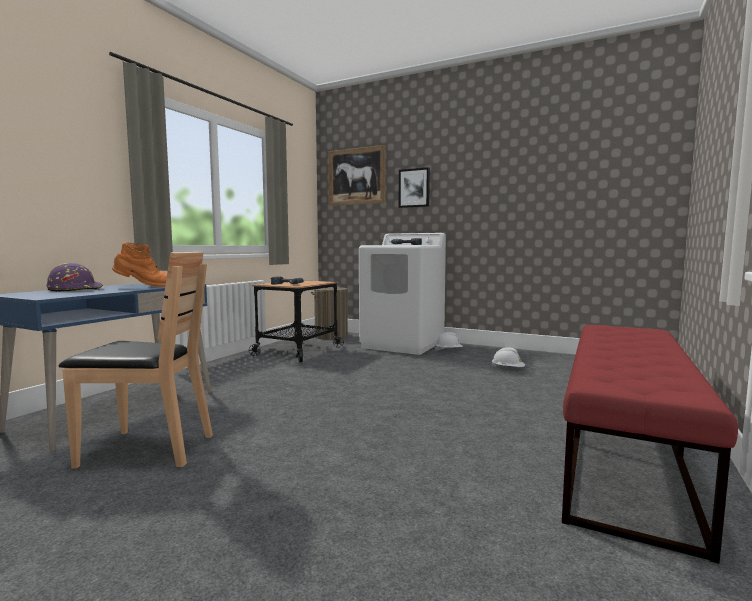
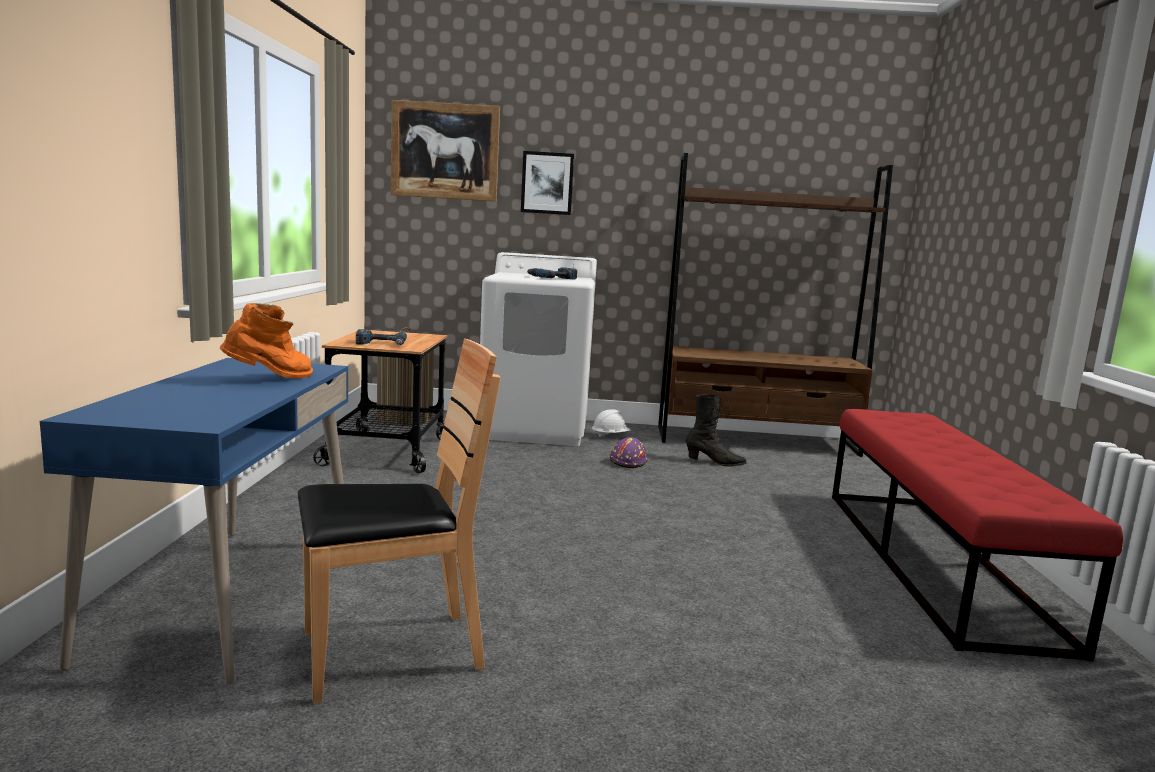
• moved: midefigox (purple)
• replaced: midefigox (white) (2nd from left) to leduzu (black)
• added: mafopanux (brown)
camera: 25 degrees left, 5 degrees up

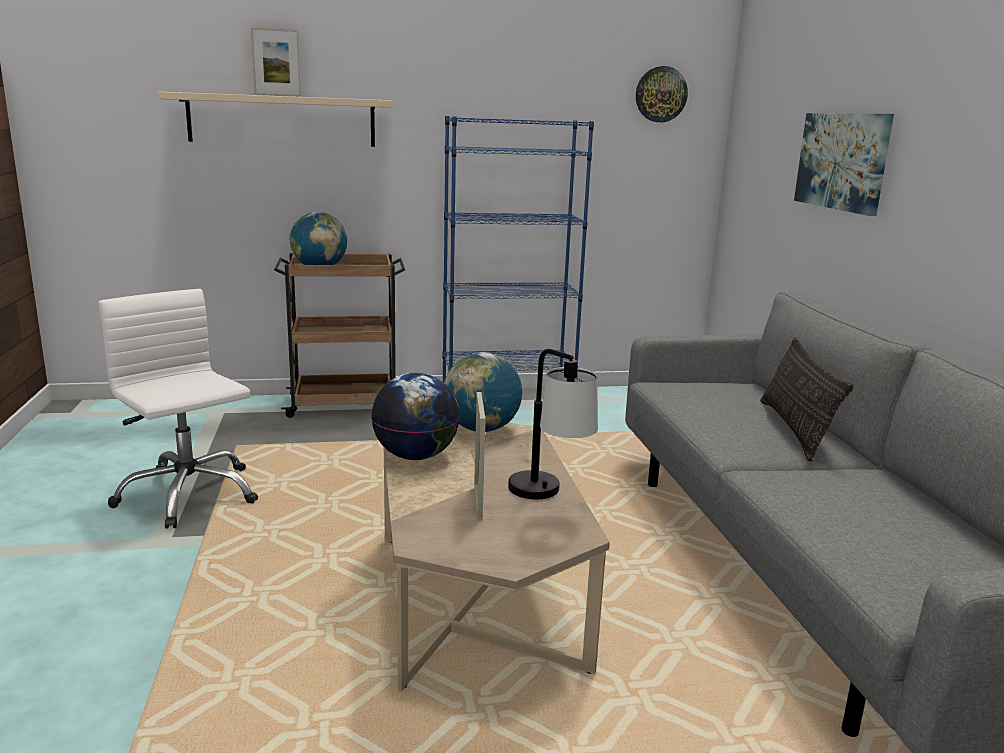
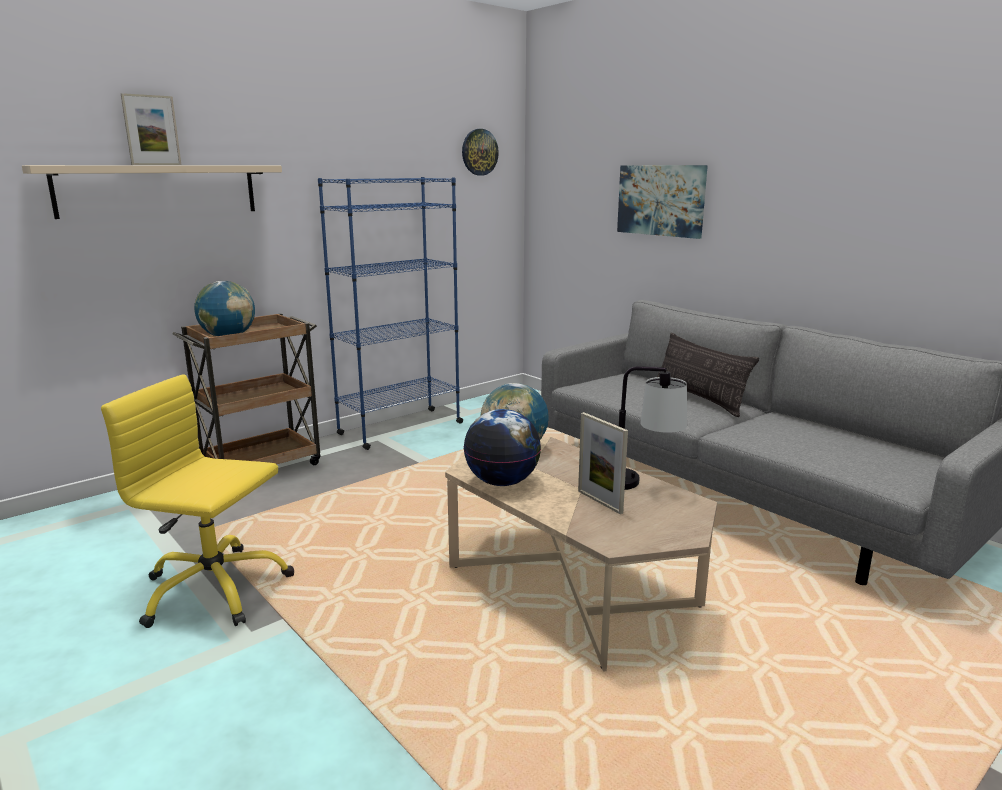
• recoloured: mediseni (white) to mediseni (yellow)
camera: 30 degrees left, 0 degrees up

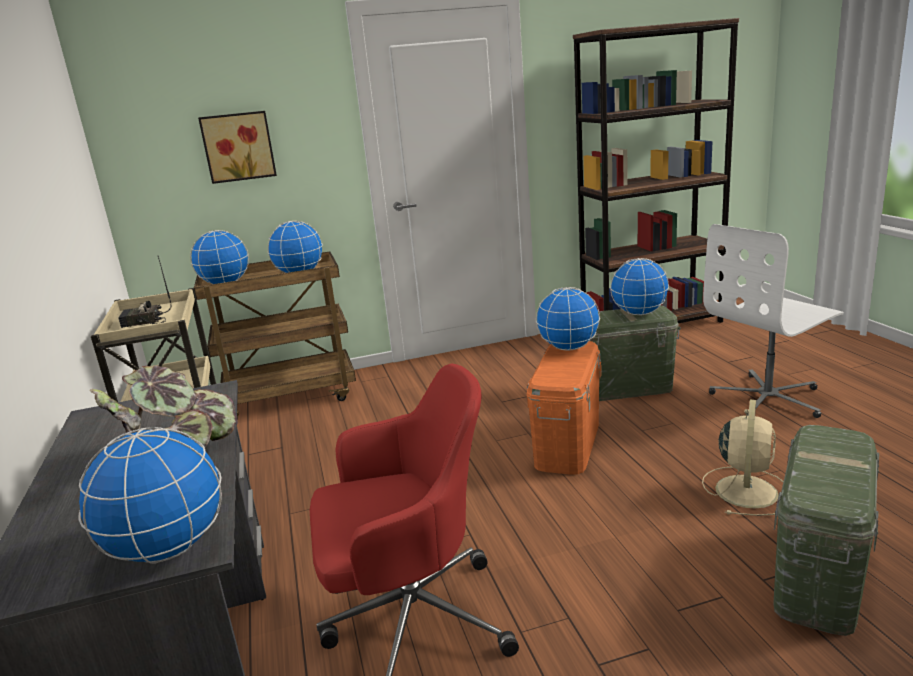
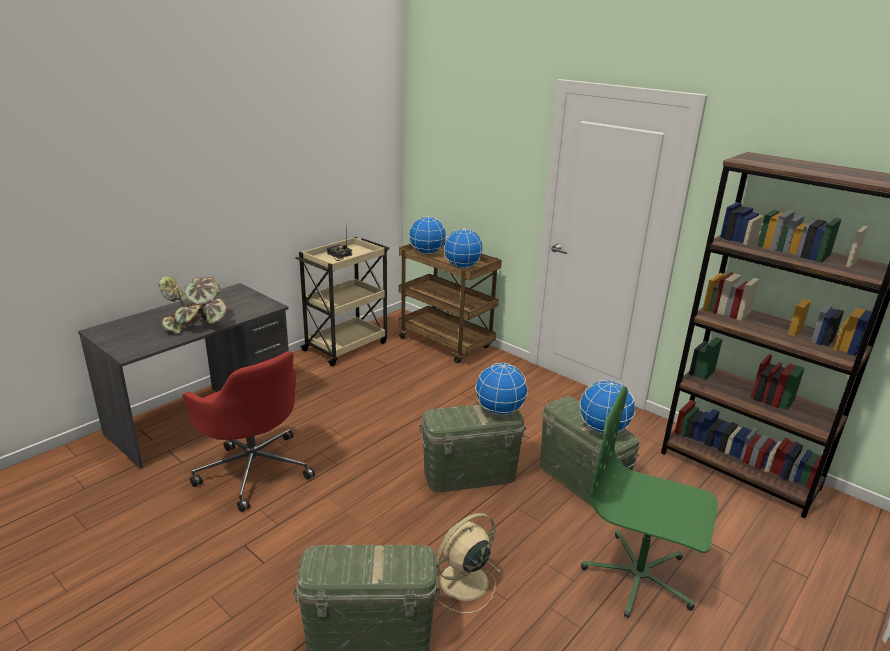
• removed: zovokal
• recoloured: mediseni (white) to mediseni (green)
• recoloured: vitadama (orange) to vitadama (green) (2nd from left)
• turned: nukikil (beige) 150 degrees clockwise
• removed: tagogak (1st from left)
camera: 55 degrees right, 5 degrees up

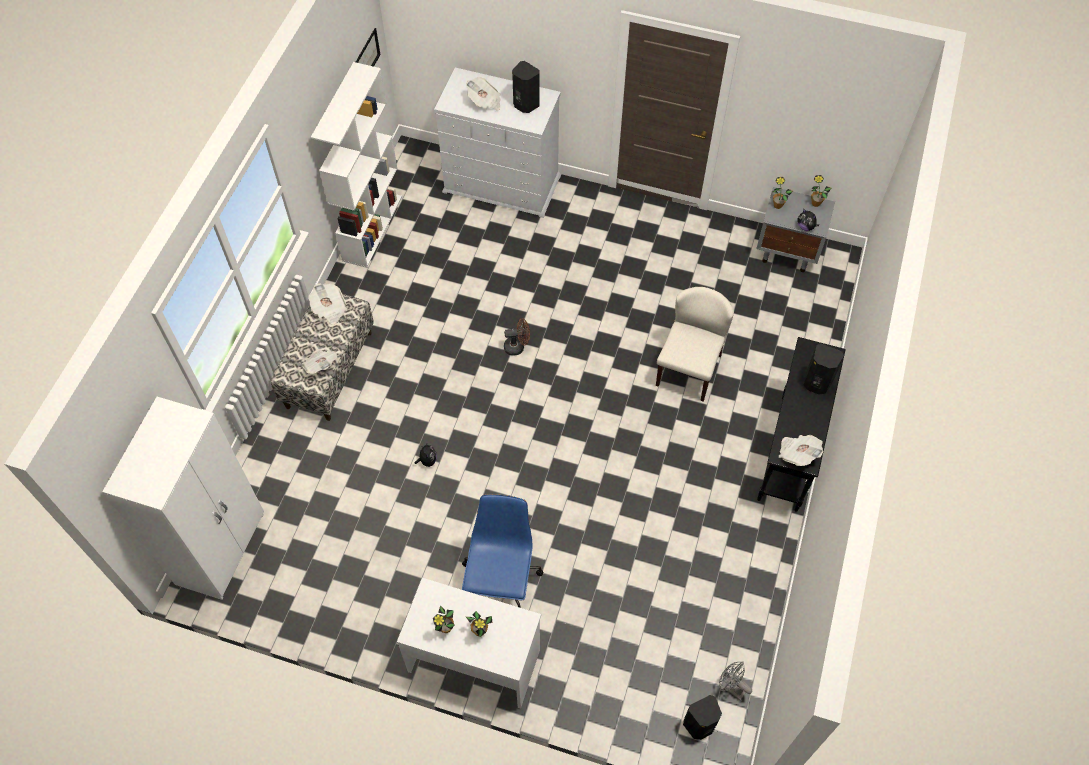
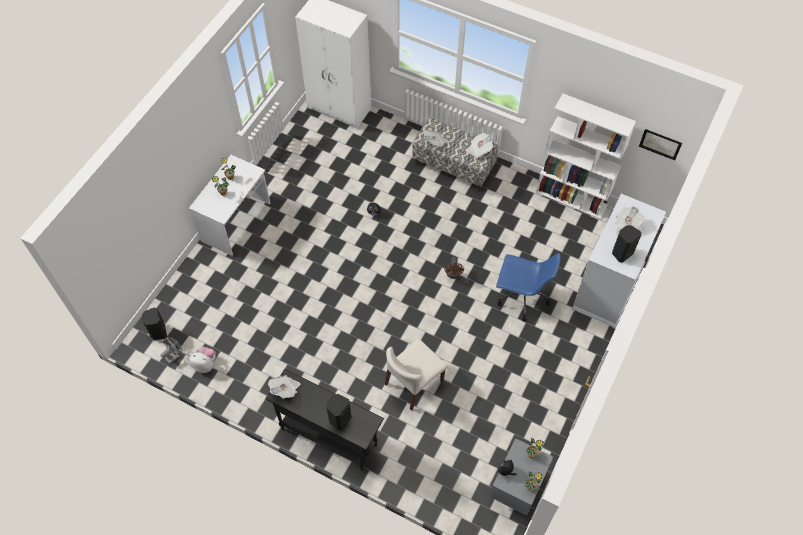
• turned: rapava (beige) 105 degrees clockwise
• moved: mediseni (blue)
• added: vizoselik (1st from left)
camera: 100 degrees right, 0 degrees up

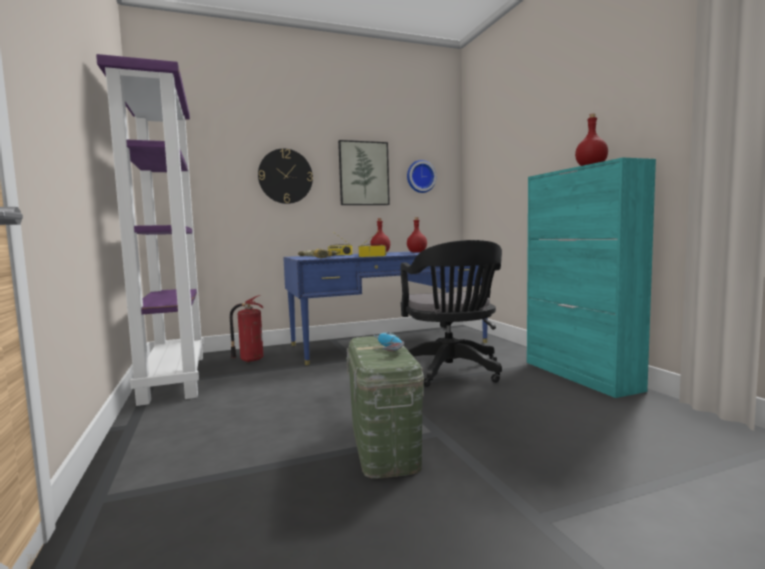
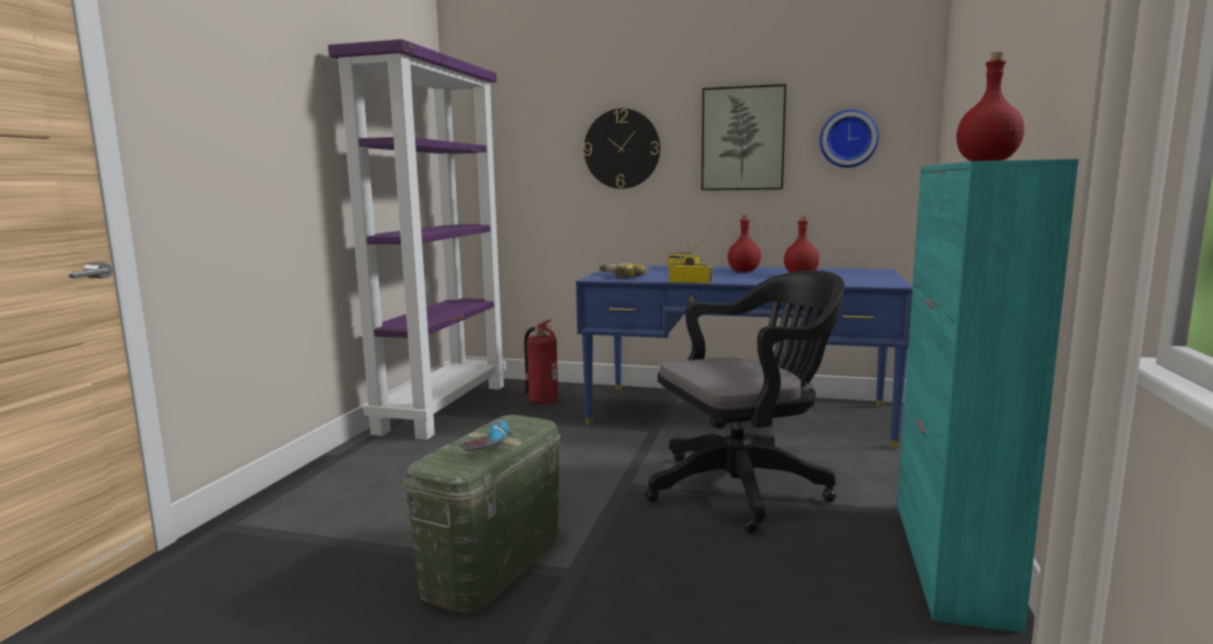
• turned: mediseni (black) 135 degrees counterclockwise
camera: 35 degrees right, 5 degrees up

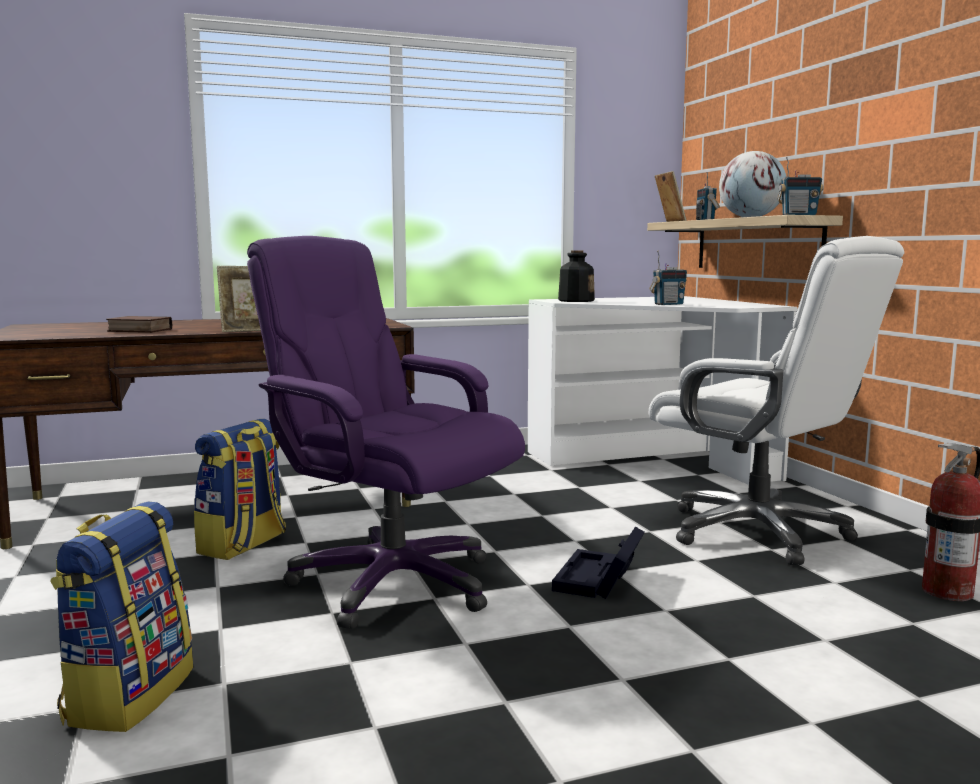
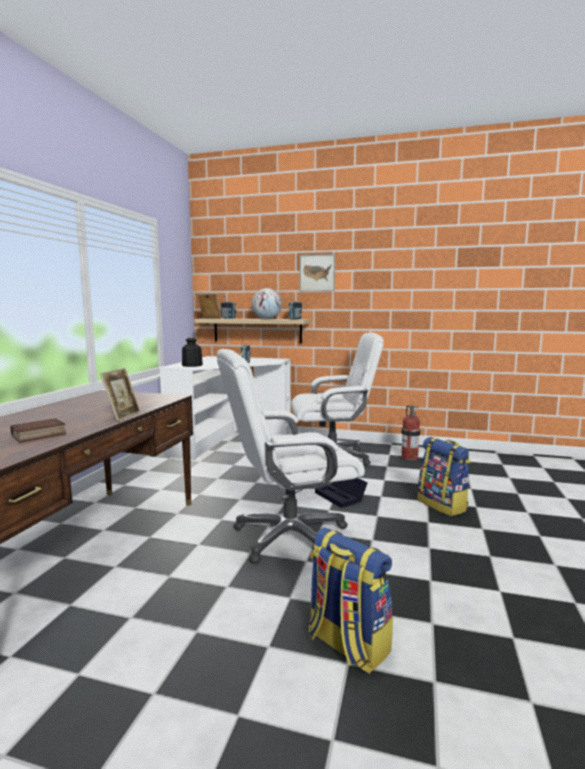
• recoloured: mediseni (purple) to mediseni (white) (1st from left)
• moved: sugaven (2nd from left)
• added: zovokal
camera: 55 degrees left, 0 degrees up

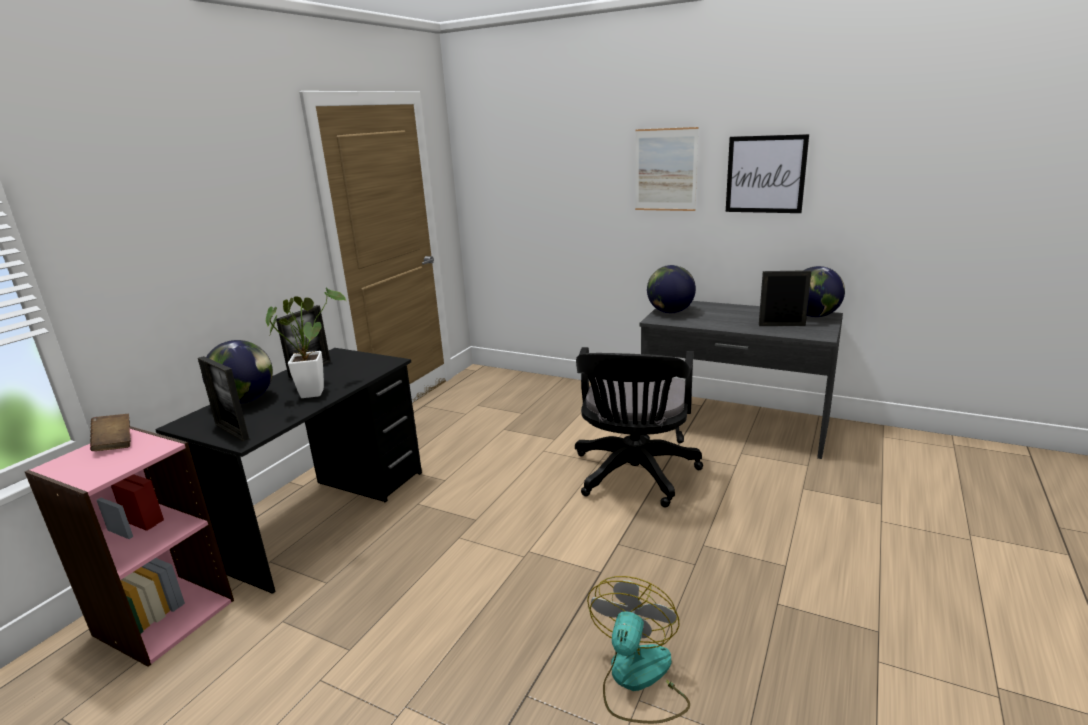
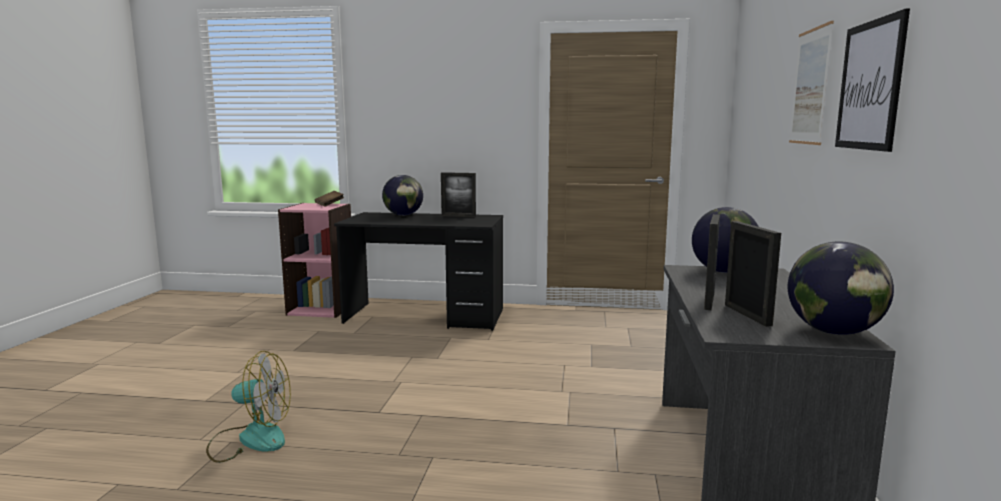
• removed: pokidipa
• removed: mediseni (black)
• moved: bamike (1st from left in the first image) to bamike (2nd from left)
camera: 70 degrees right, 10 degrees down

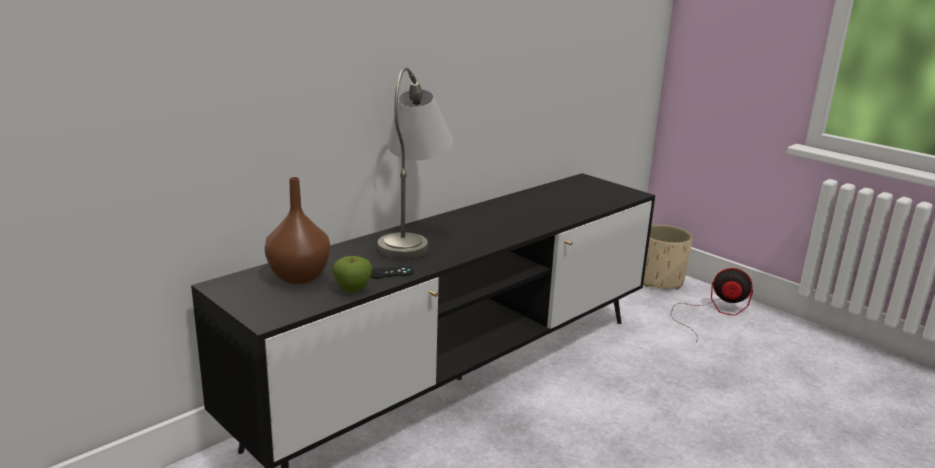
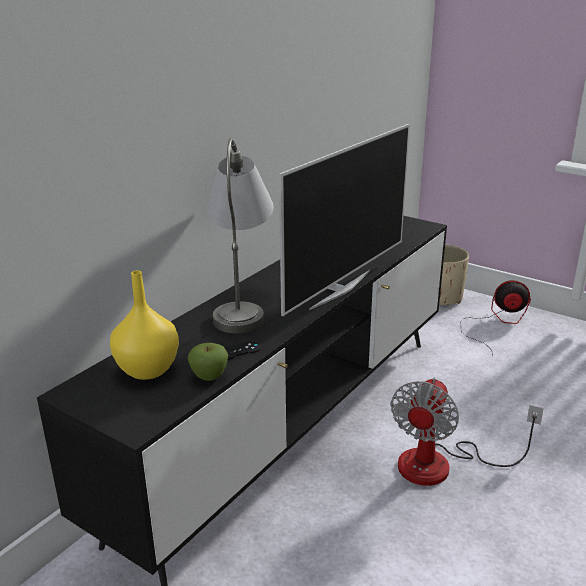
• recoloured: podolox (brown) to podolox (yellow)
• added: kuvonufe
• added: nukikil (1st from left)
camera: 10 degrees left, 5 degrees up

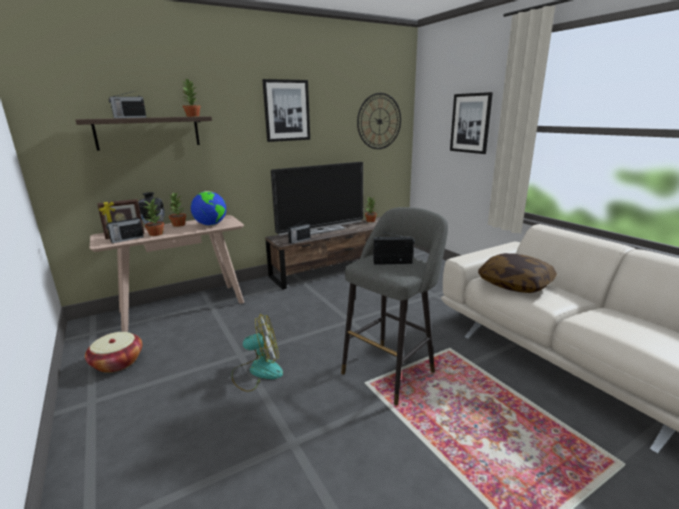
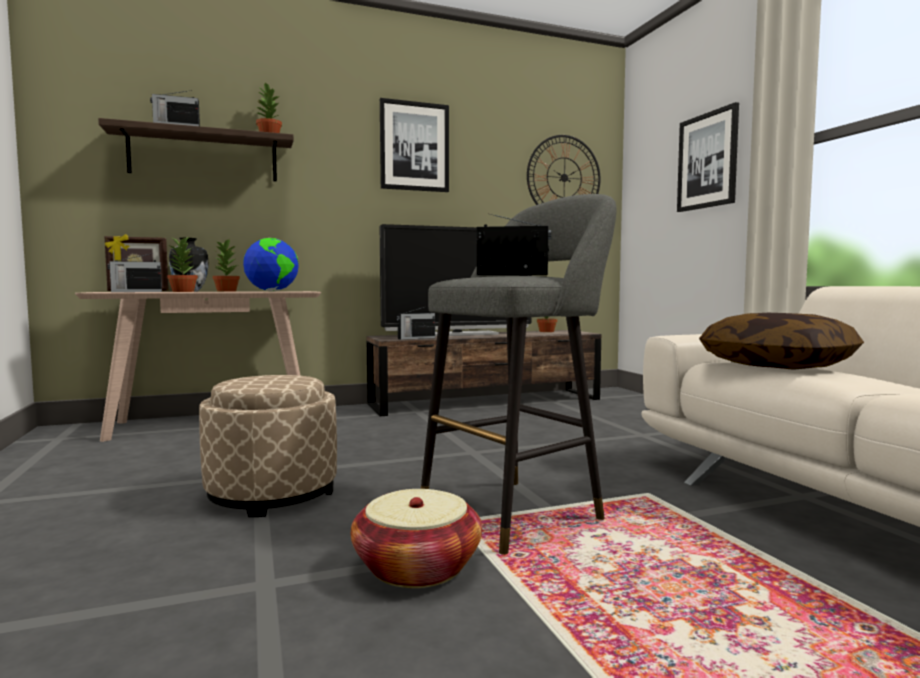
• replaced: nukikil to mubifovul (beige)
• moved: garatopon
camera: 10 degrees right, 15 degrees down

